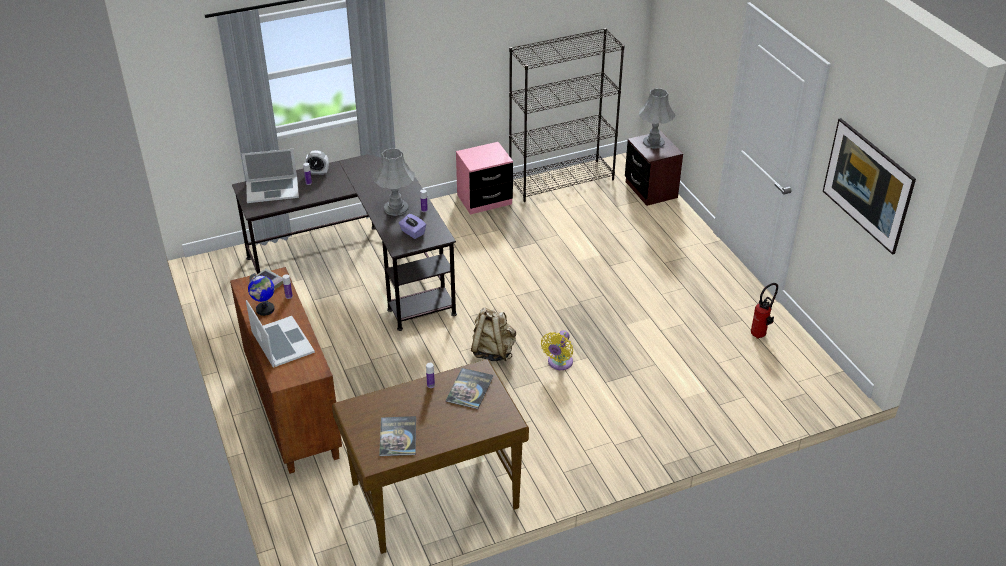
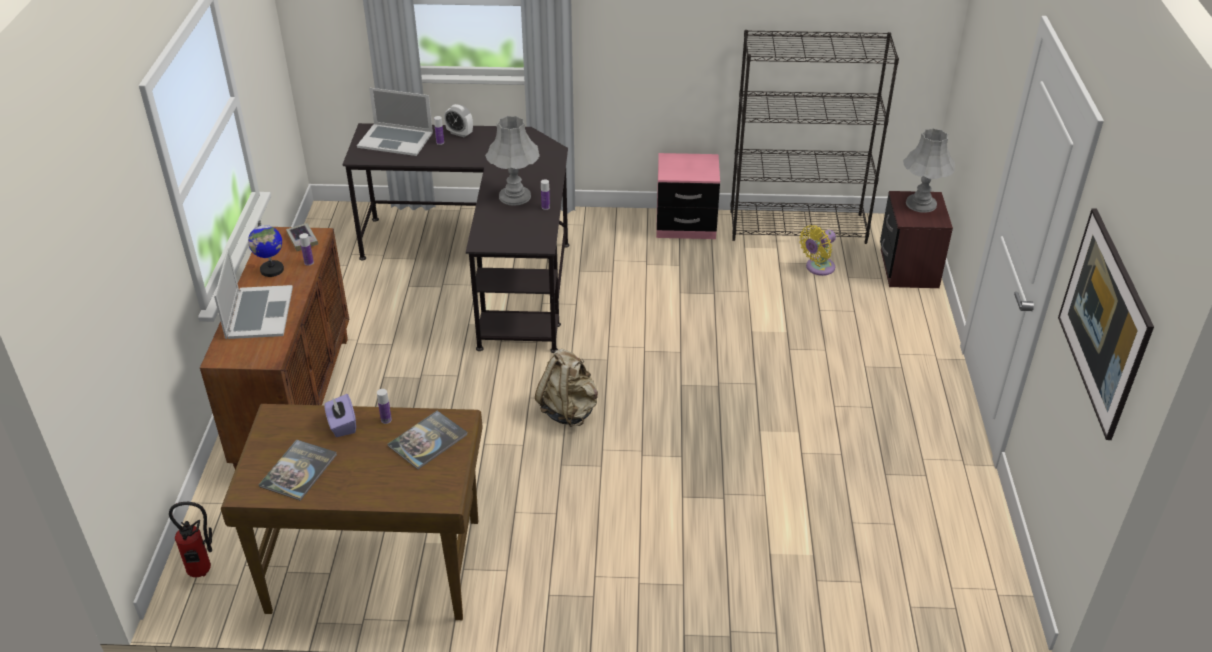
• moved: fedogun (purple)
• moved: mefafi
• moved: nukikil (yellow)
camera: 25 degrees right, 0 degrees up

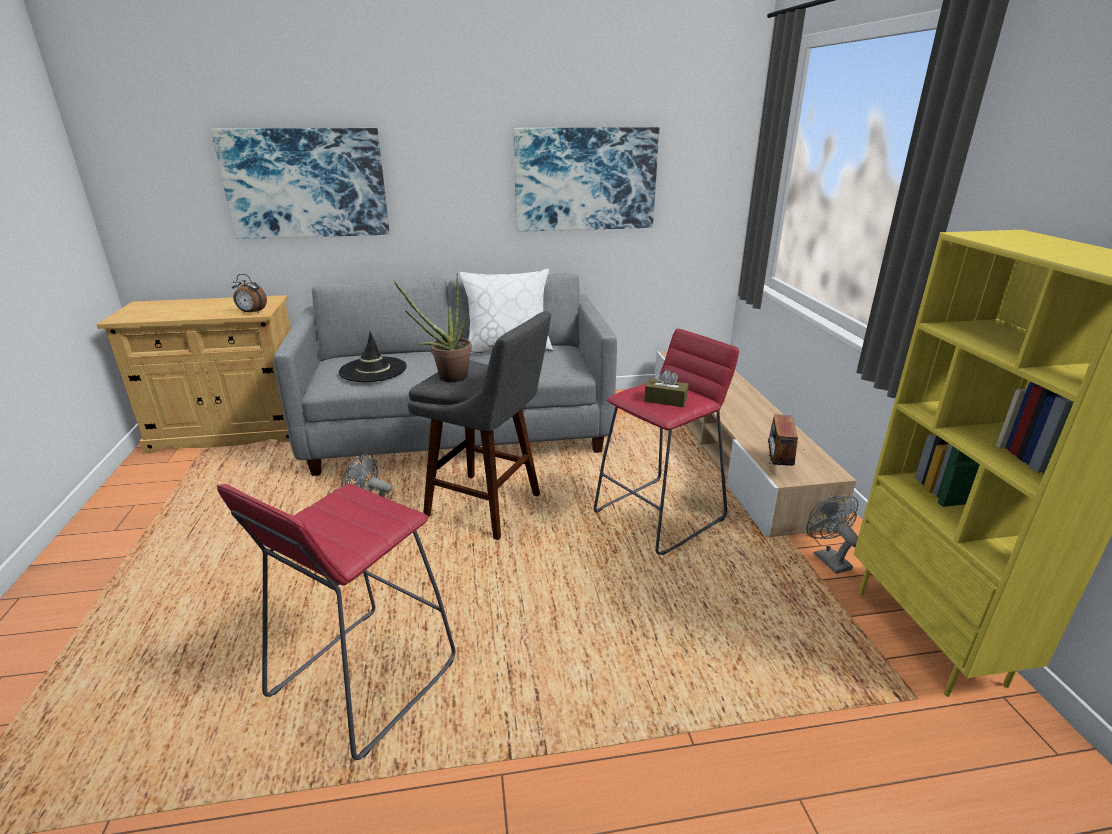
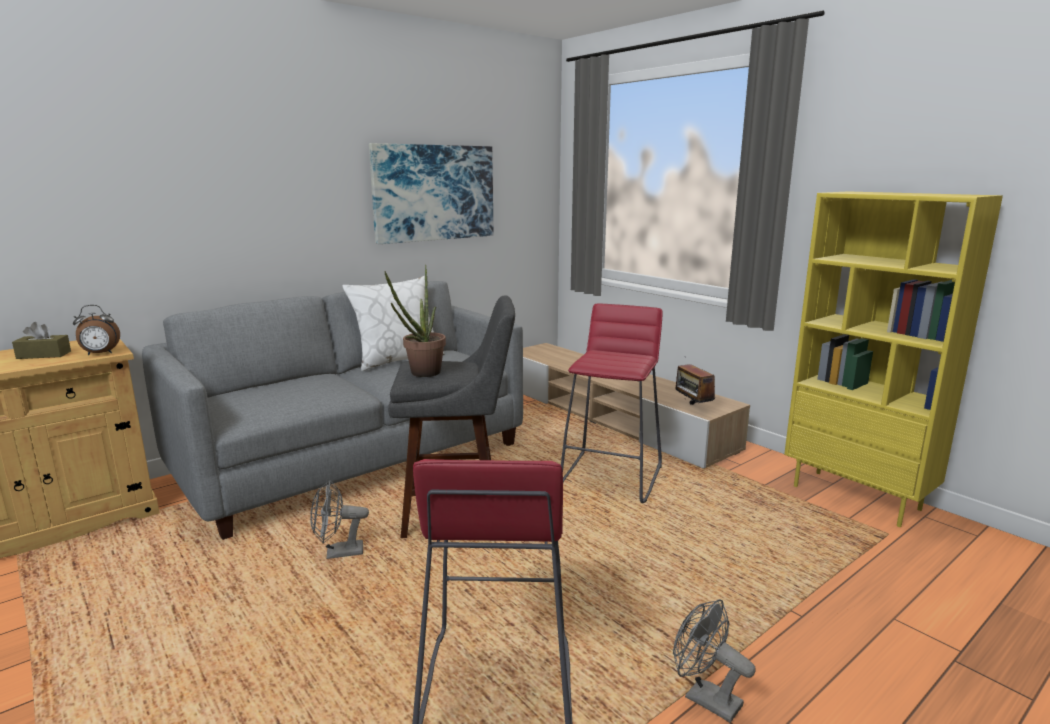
• removed: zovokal (1st from left)
• removed: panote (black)
• moved: fedogun (brown)
• moved: nukikil (grey) (2nd from left)
camera: 30 degrees left, 10 degrees down

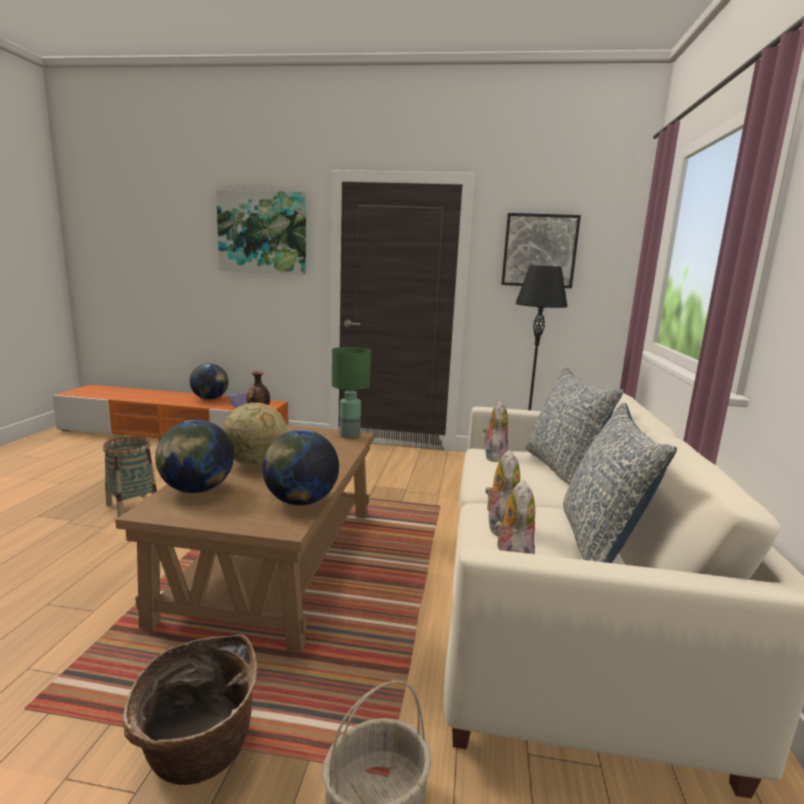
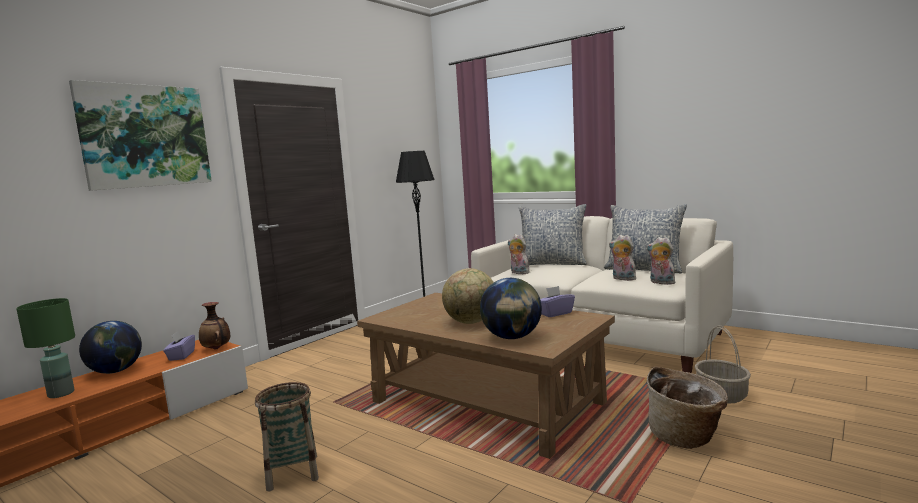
• removed: zovokal (2nd from left)
• moved: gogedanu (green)
• replaced: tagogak (4th from left) to fedogun (purple) (2nd from left)
camera: 60 degrees left, 5 degrees down

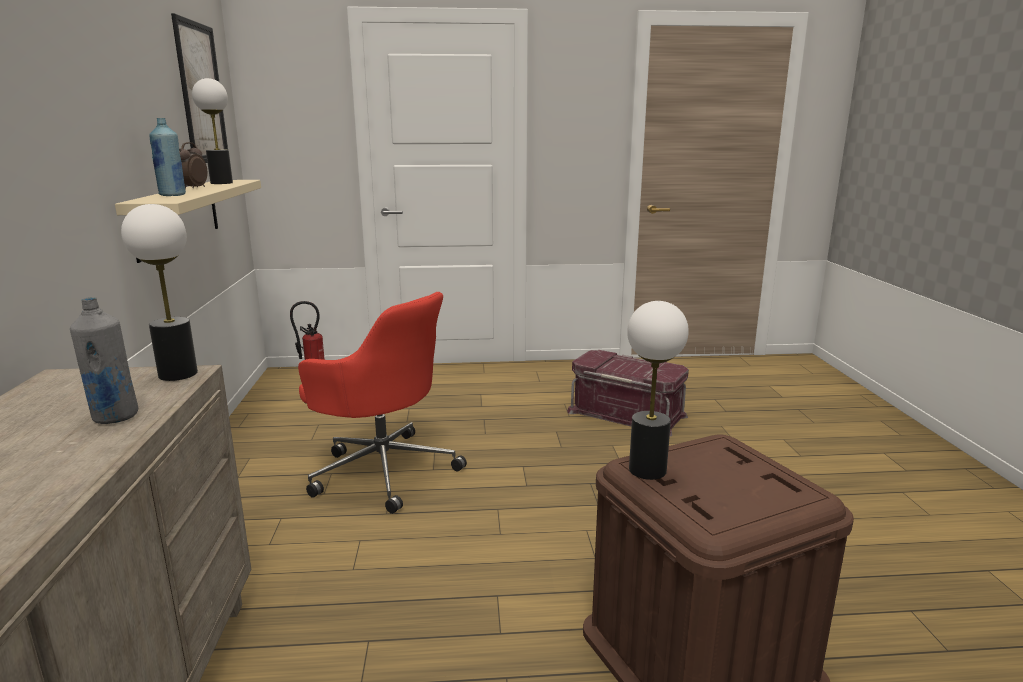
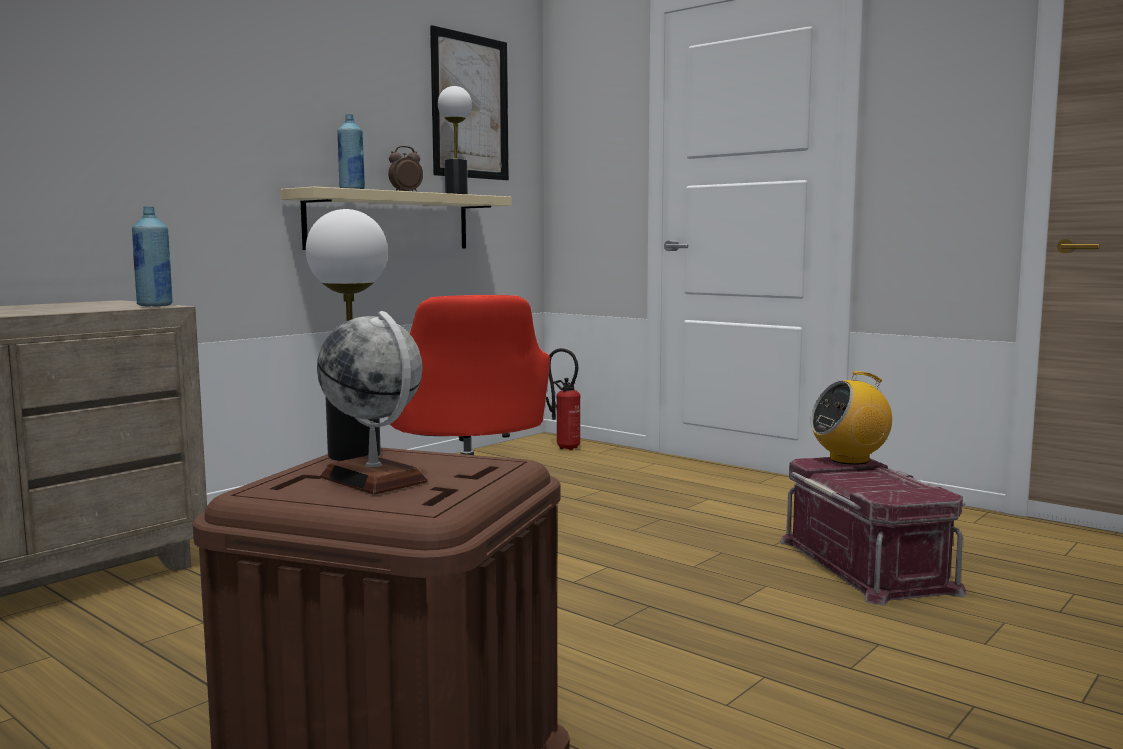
• replaced: gogedanu (1st from left) to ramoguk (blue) (1st from left)
• removed: ramoguk (grey)
• added: tagogak
• added: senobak
camera: 45 degrees right, 10 degrees down

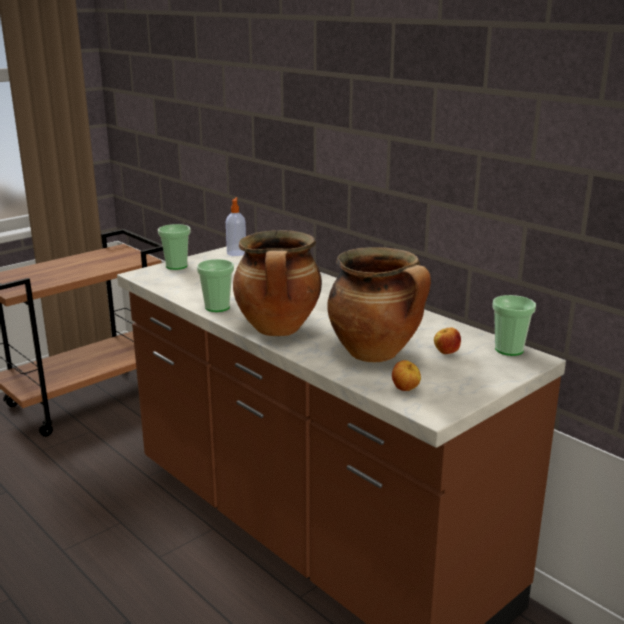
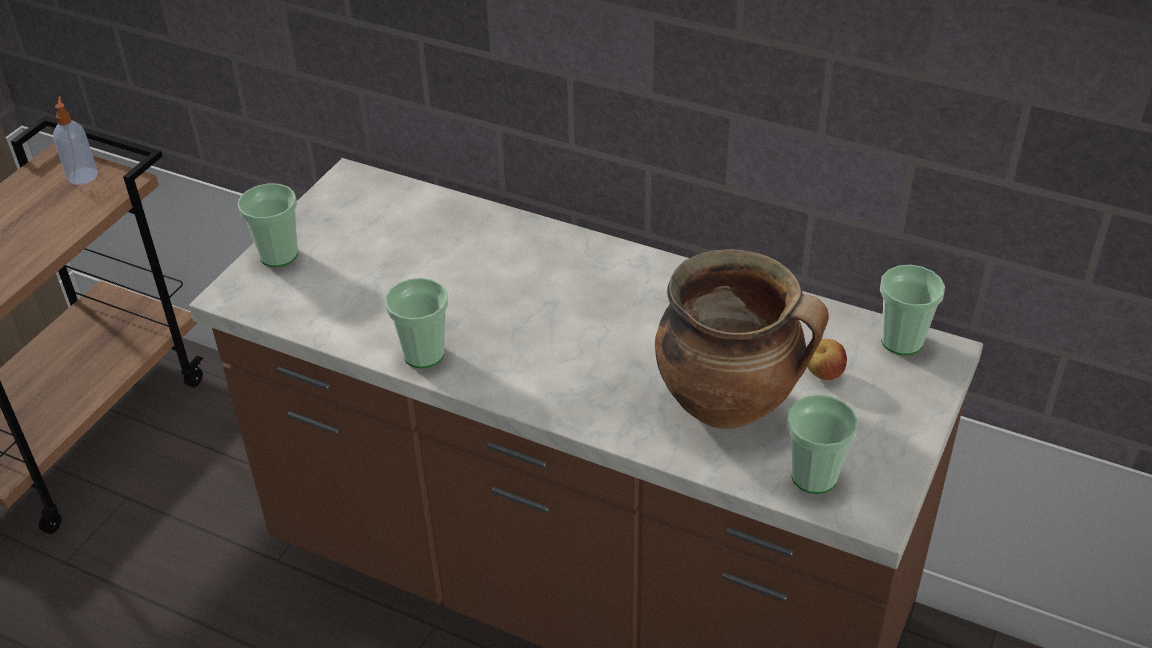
• moved: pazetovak
• removed: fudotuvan (1st from left)
• replaced: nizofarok (1st from left) to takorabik (3rd from left)
camera: 20 degrees left, 20 degrees up

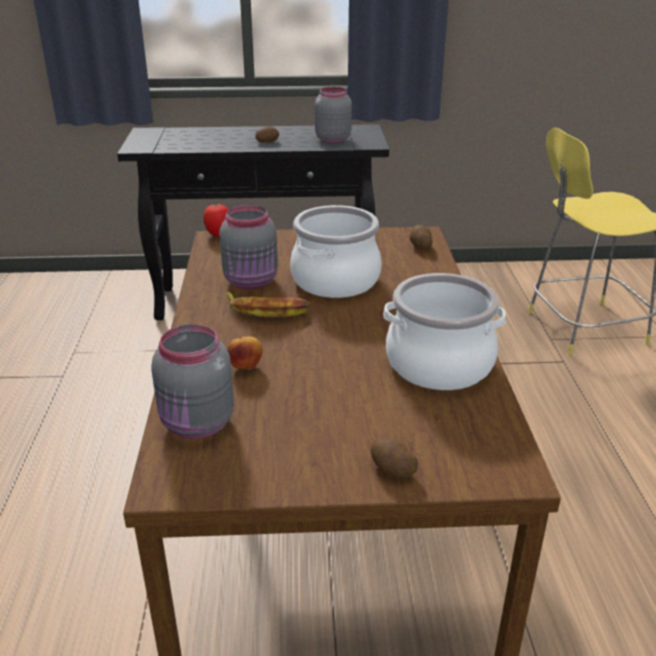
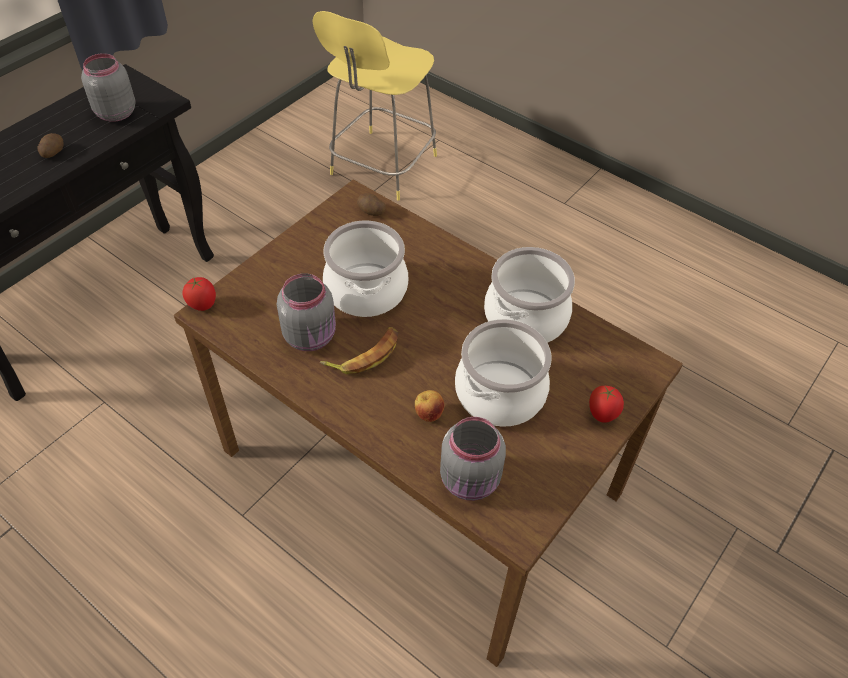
• replaced: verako (2nd from left) to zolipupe (2nd from left)
• added: fudotuvan (2nd from left)
camera: 50 degrees left, 20 degrees up

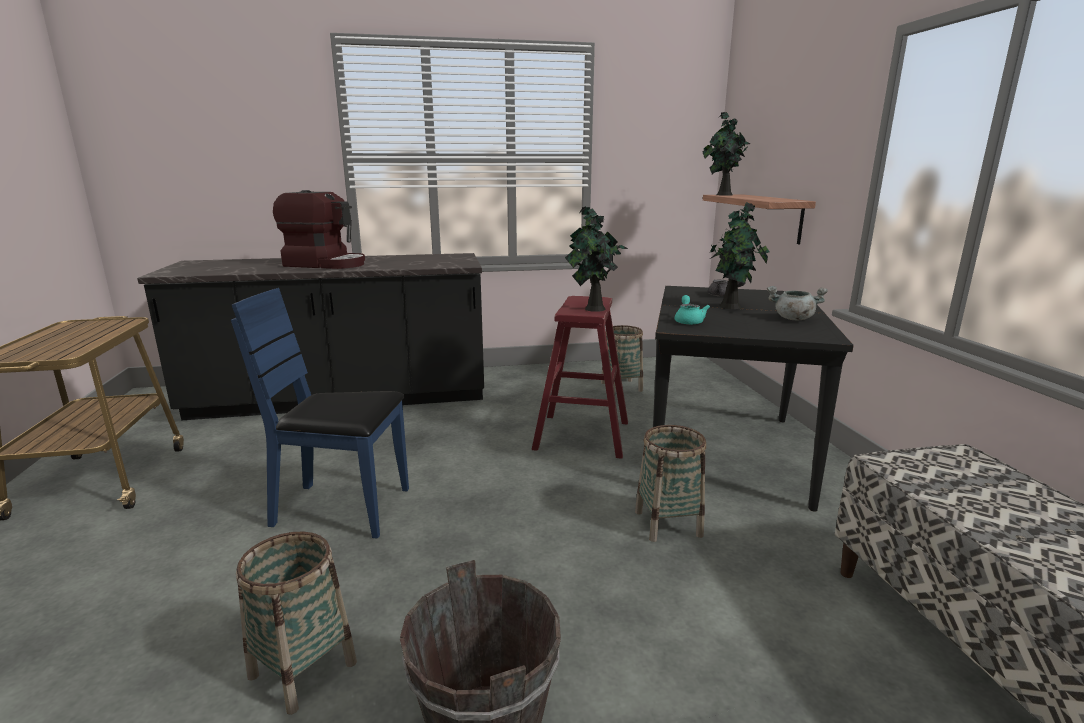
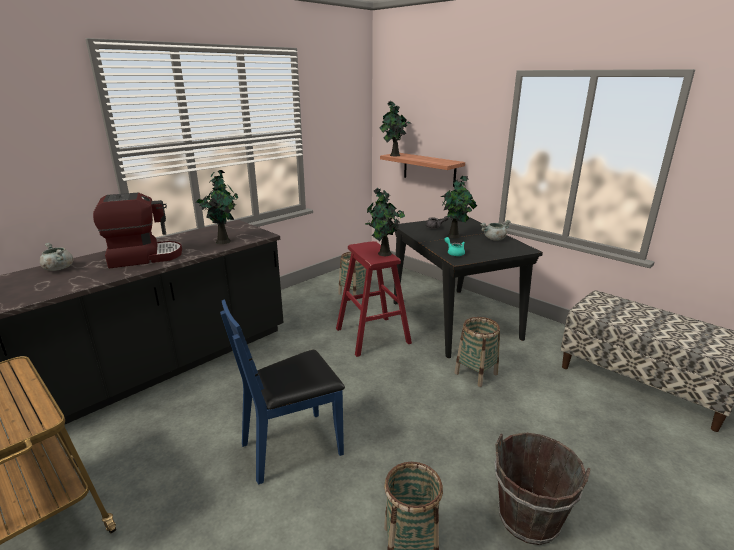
• added: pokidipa (1st from left)
• added: fudotuvan (grey) (1st from left)
camera: 35 degrees left, 5 degrees up

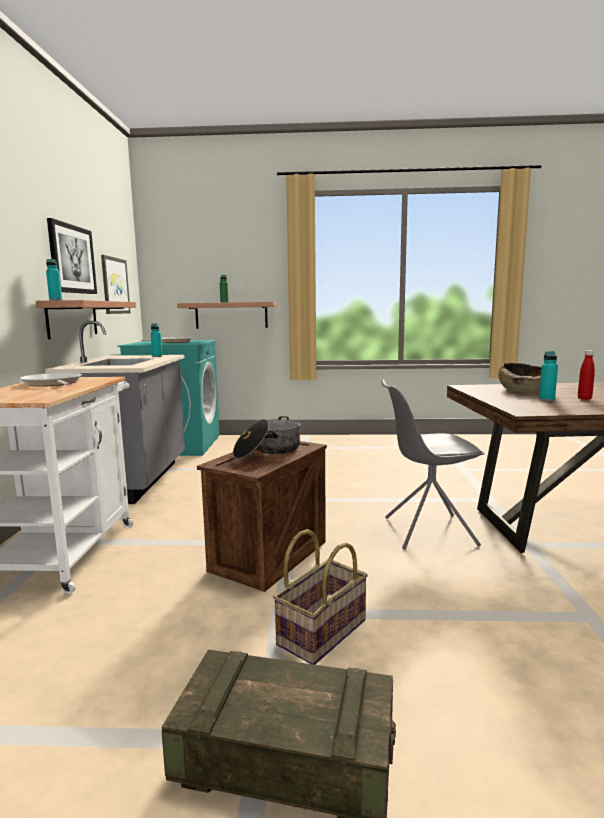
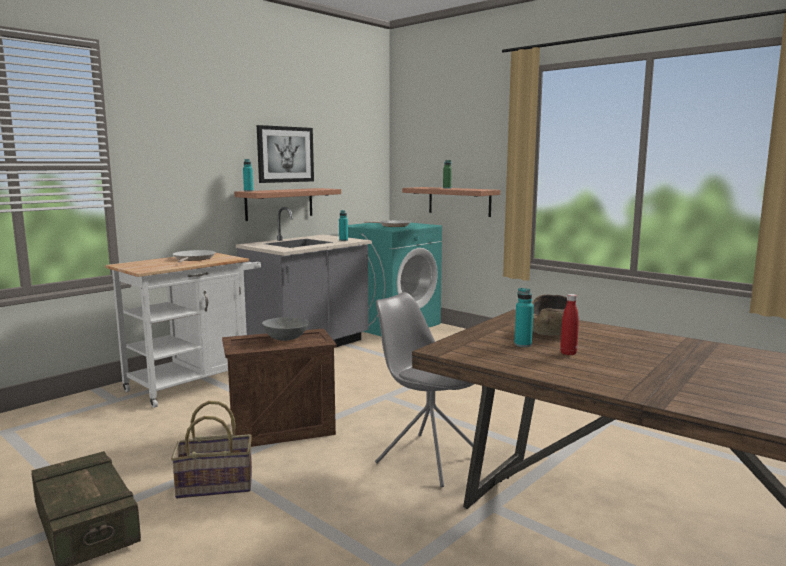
• removed: zovokal (2nd from left)
• replaced: fudotuvan to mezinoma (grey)
camera: 40 degrees right, 0 degrees up

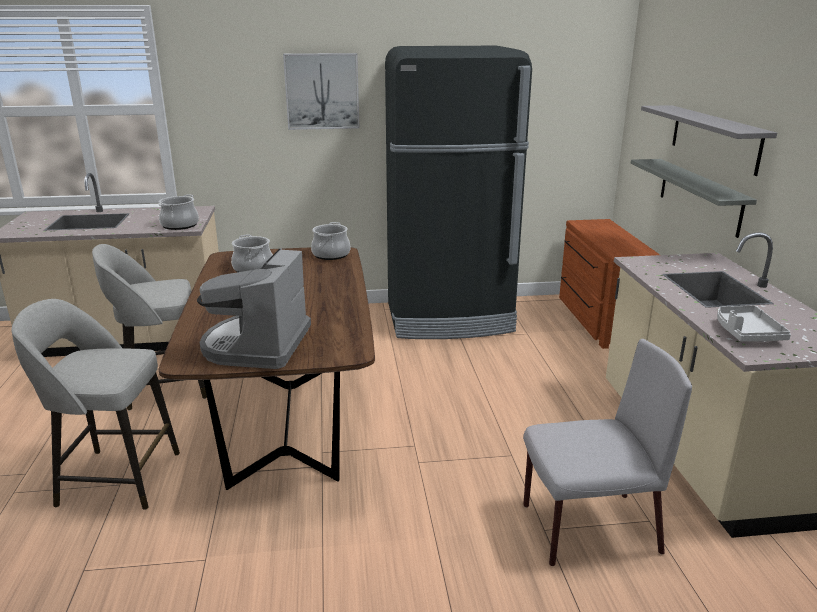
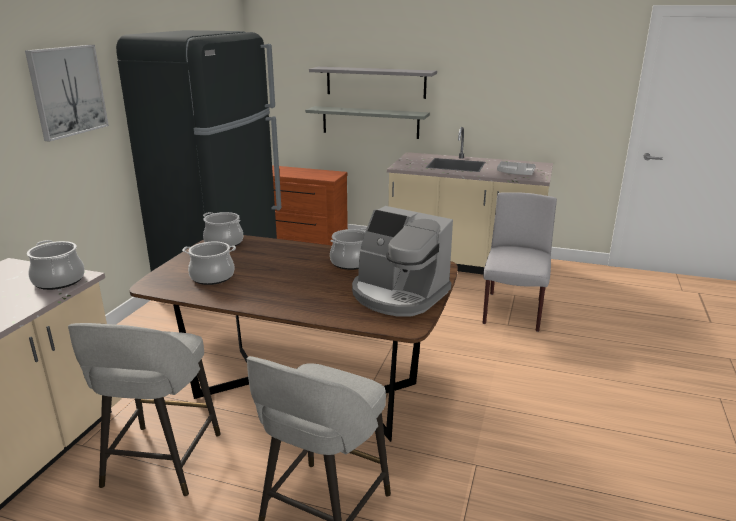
• added: fudotuvan (4th from left)
camera: 65 degrees left, 0 degrees up

